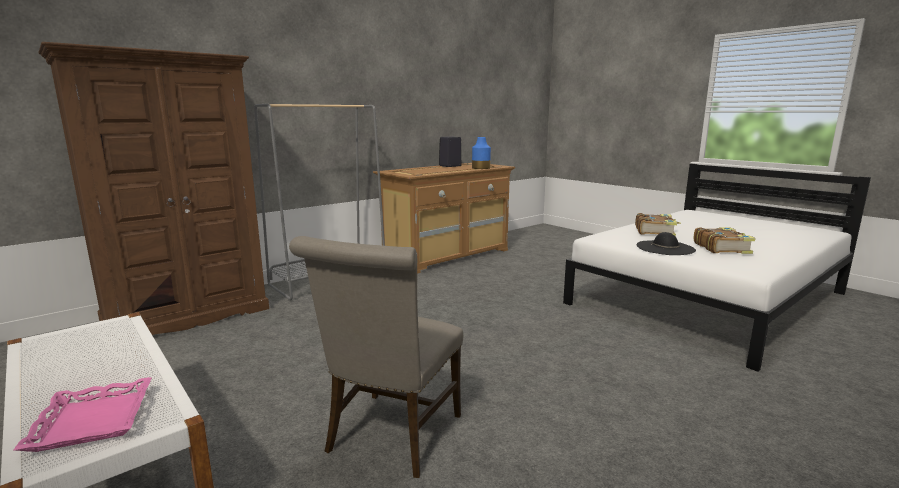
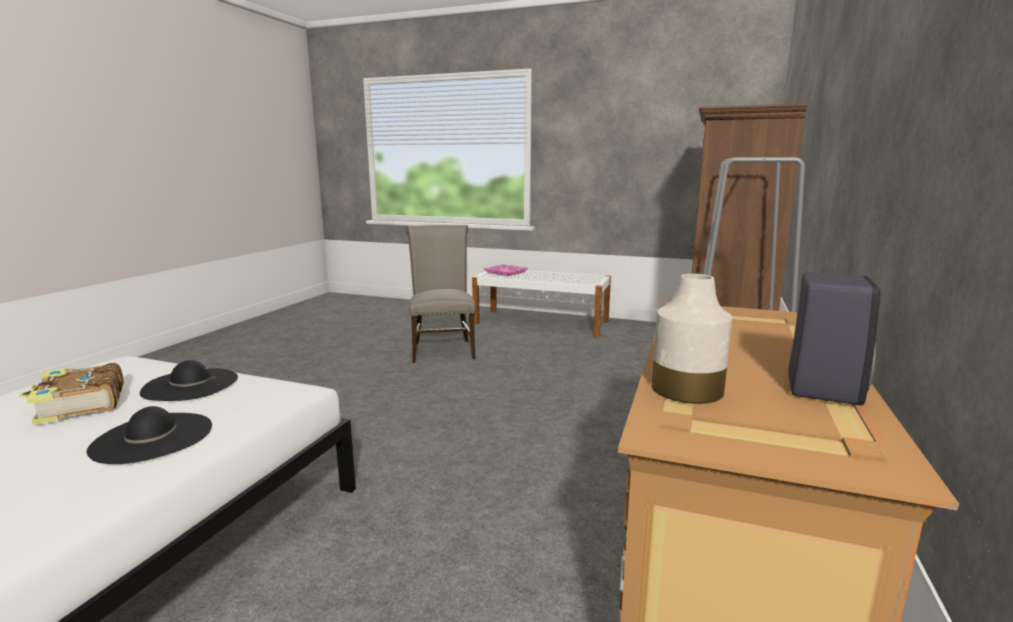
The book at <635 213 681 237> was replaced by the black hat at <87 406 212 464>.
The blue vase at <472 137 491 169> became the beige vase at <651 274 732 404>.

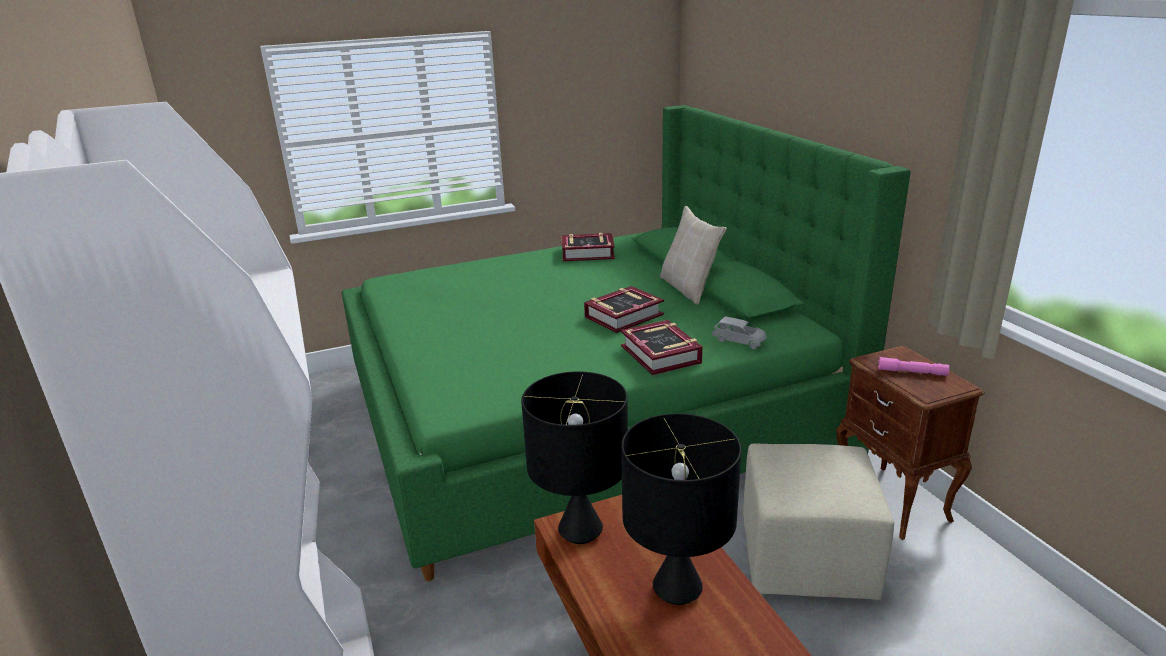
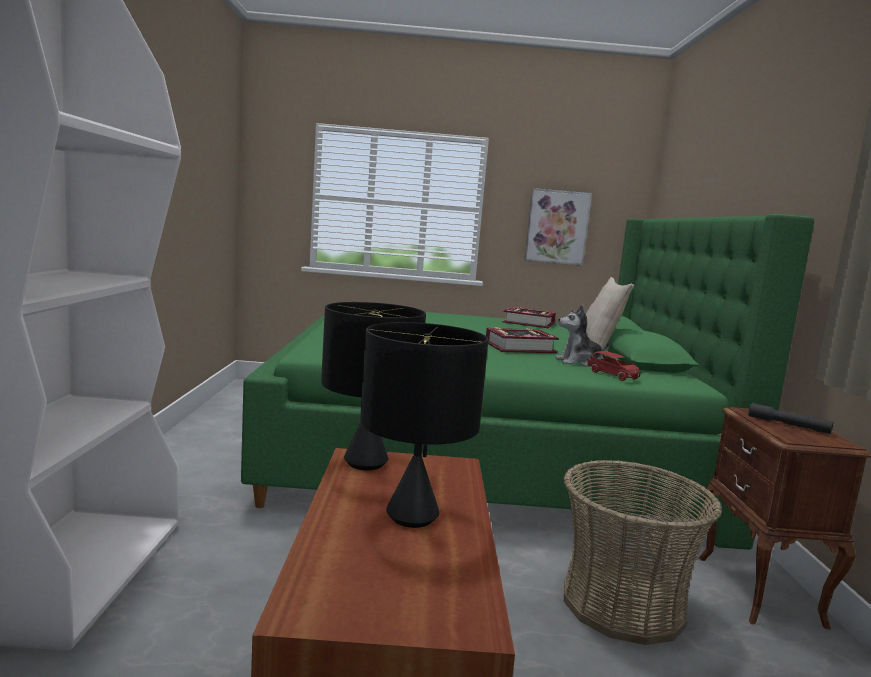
The picture at <524 188 592 266> appeared.
The plush toy at <555 305 610 366> appeared.
The beige ottoman at <743 444 894 600> was replaced by the basket at <563 460 722 645>.
The grey toy car at <712 316 767 349> became the red toy car at <587 351 640 381>.
The pink flashlight at <878 357 949 376> became the grey flashlight at <748 403 833 434>.
The book at <621 320 703 375> disappeared.

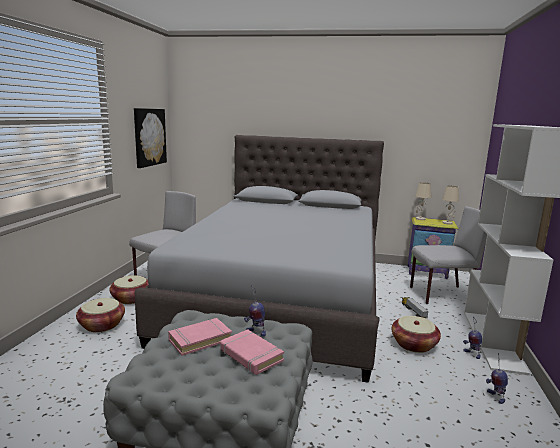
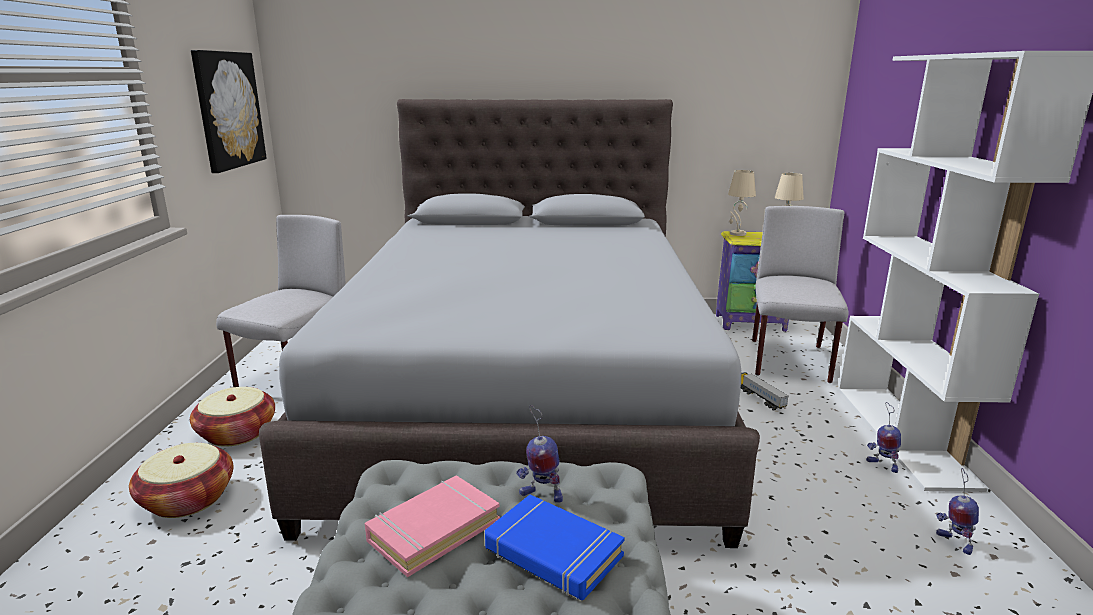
The pink book at <220 329 284 375> became the blue book at <485 495 625 600>.
The grey chair at <410 206 487 304> turned 60 degrees counterclockwise.
The basket at <391 316 441 353> disappeared.

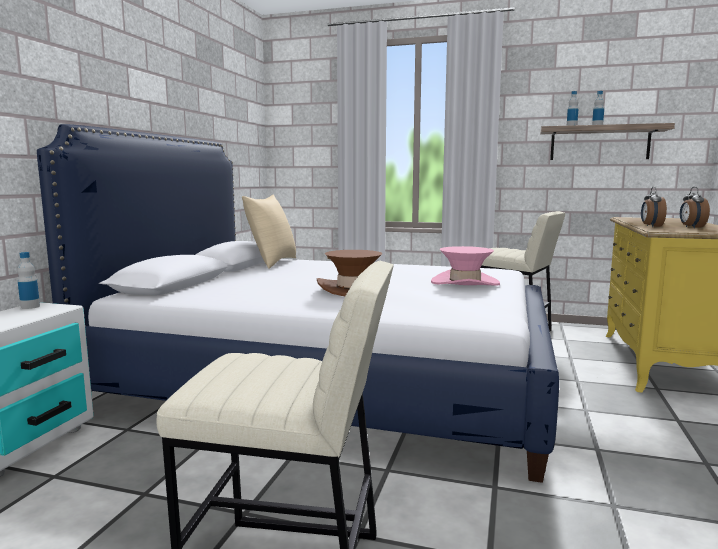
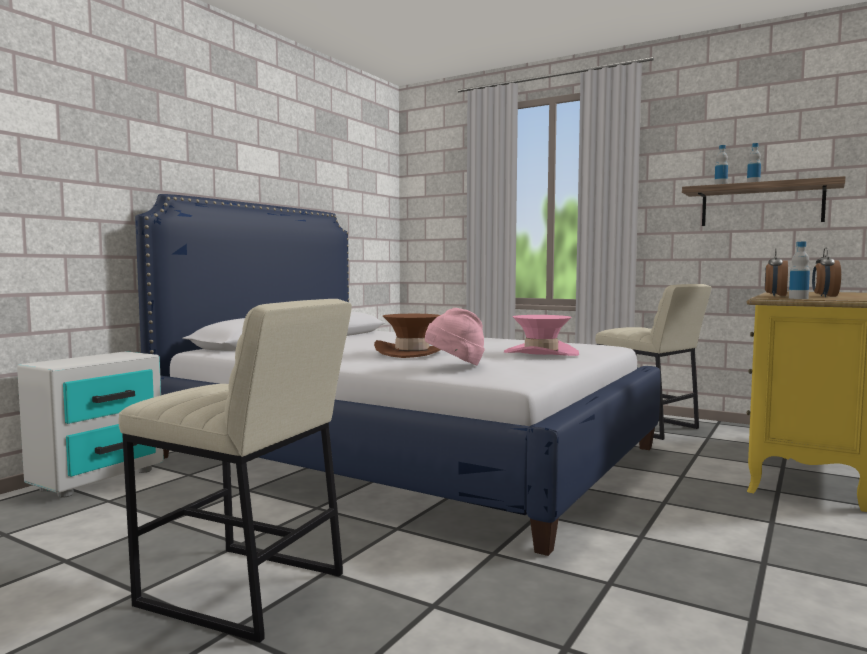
The pink hat at <425 308 485 366> appeared.
The bottle moved from <17 252 40 309> to <789 242 810 299>.
The beige pillow at <242 195 296 269> disappeared.

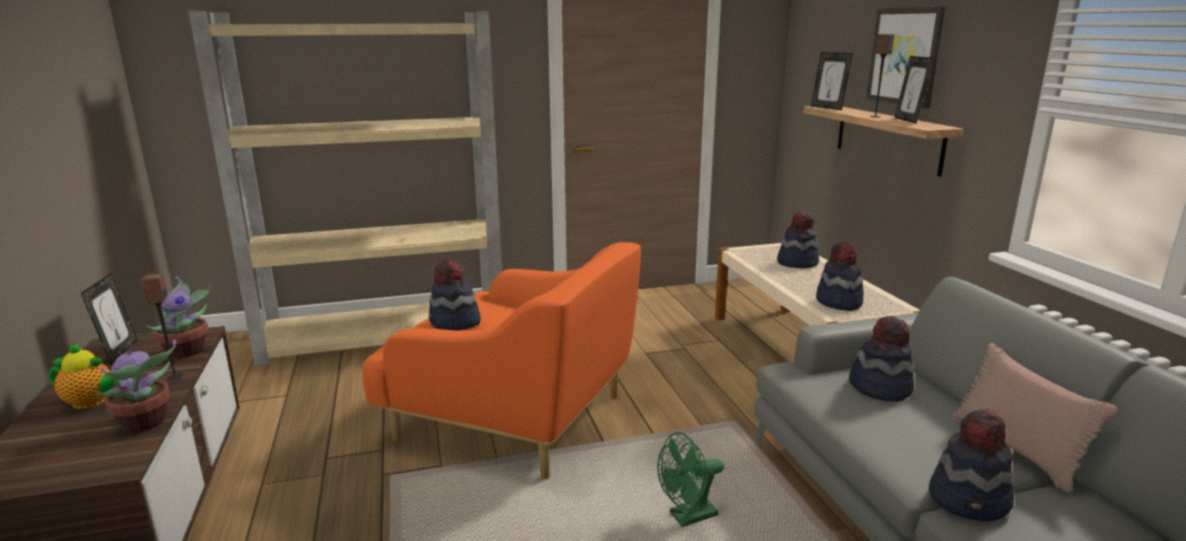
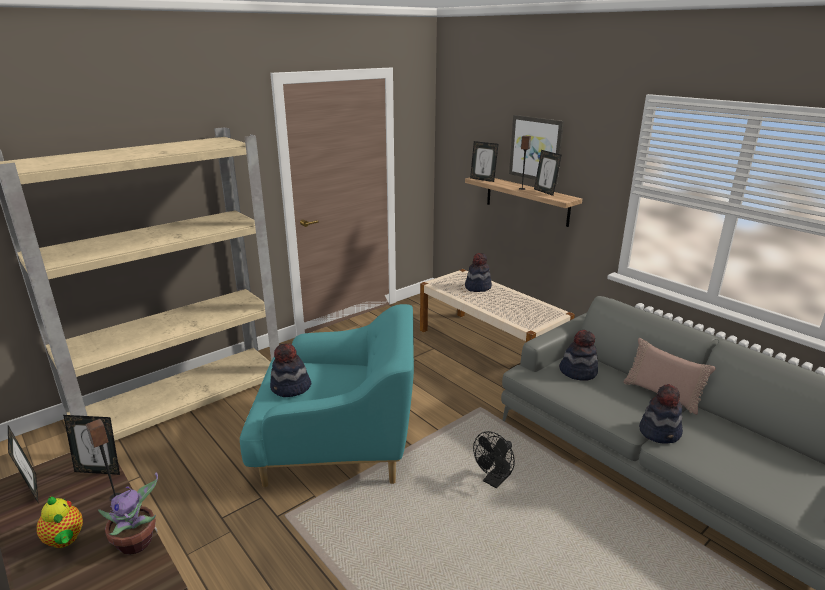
The teapot at <49 342 117 409> turned 75 degrees clockwise.
The potted plant at <146 276 212 358> was replaced by the picture frame at <63 415 120 475>.
The orange armchair at <362 242 641 479> became the turquoise armchair at <240 304 414 488>.
The green fan at <657 432 724 527> became the black fan at <473 431 515 489>.
The hat at <816 242 864 311> disappeared.

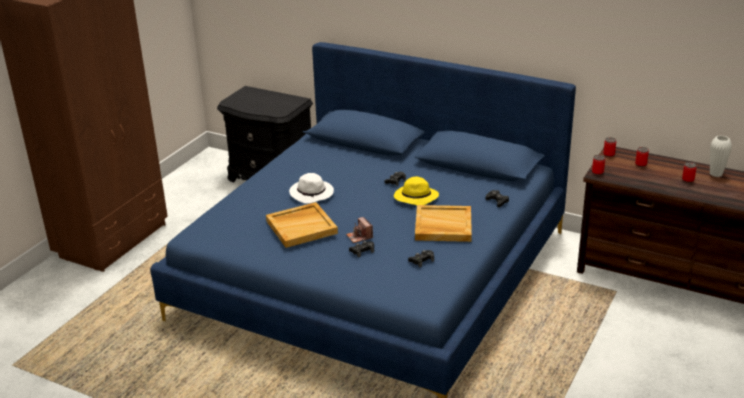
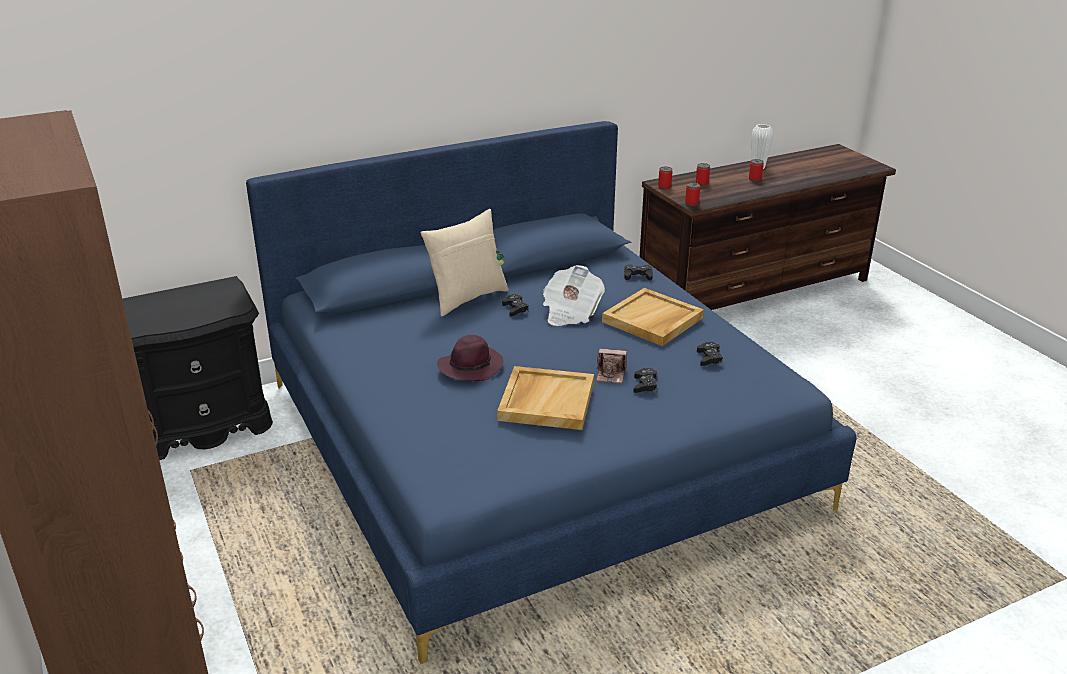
The beige pillow at <421 209 509 316> appeared.
The white hat at <289 173 334 204> became the purple hat at <437 335 504 381>.
The yellow hat at <394 177 439 205> was replaced by the newspaper at <543 265 605 326>.

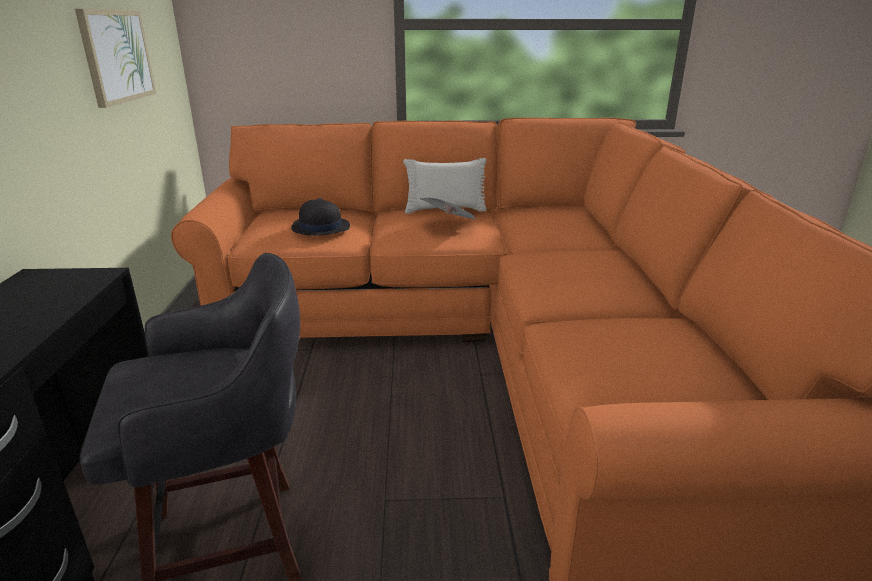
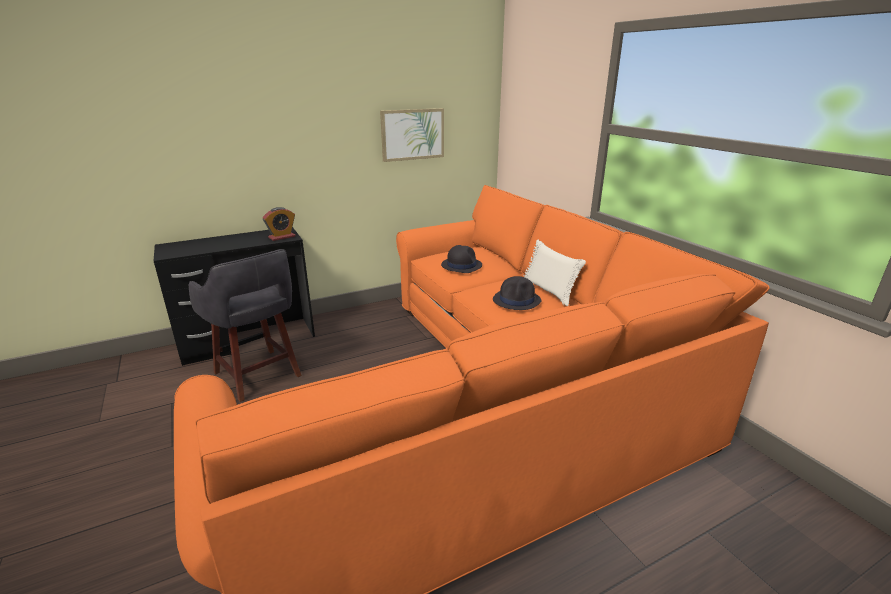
The alarm clock at <263 207 295 241> appeared.
The newspaper at <420 198 476 219> was replaced by the black hat at <493 276 542 310>.

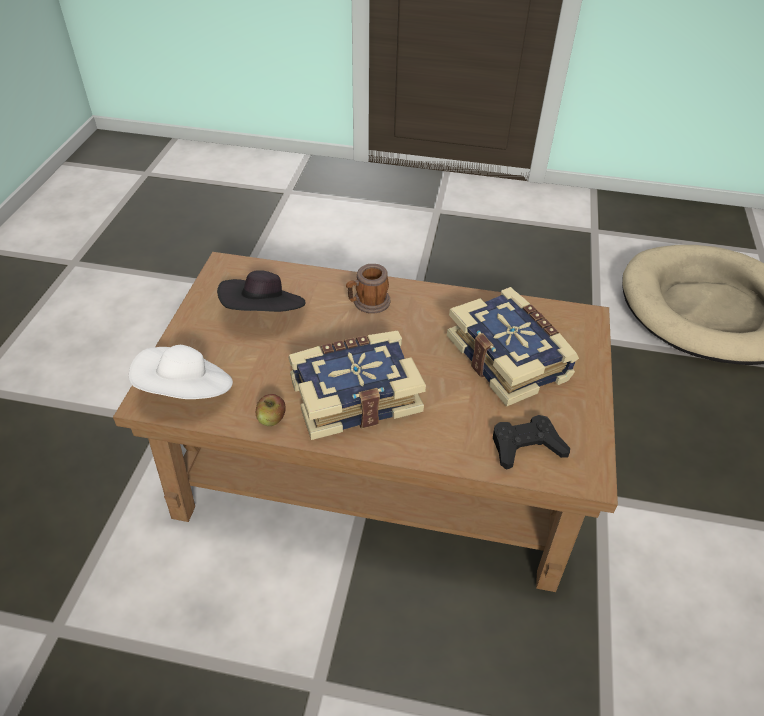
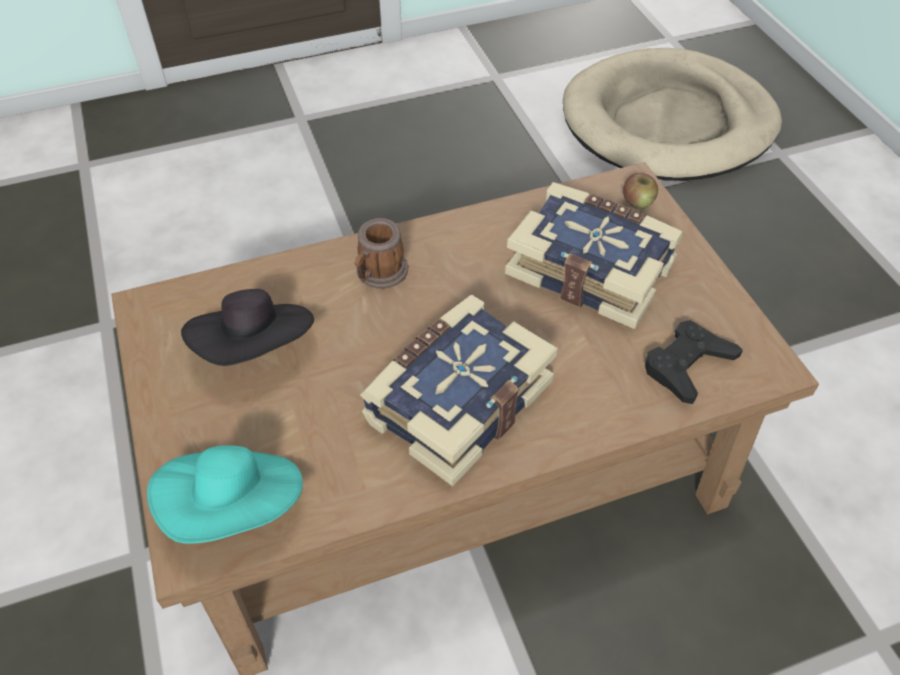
The white hat at <129 345 233 399> became the turquoise hat at <147 445 303 544>.
The apple moved from <256 394 286 426> to <623 173 658 209>.

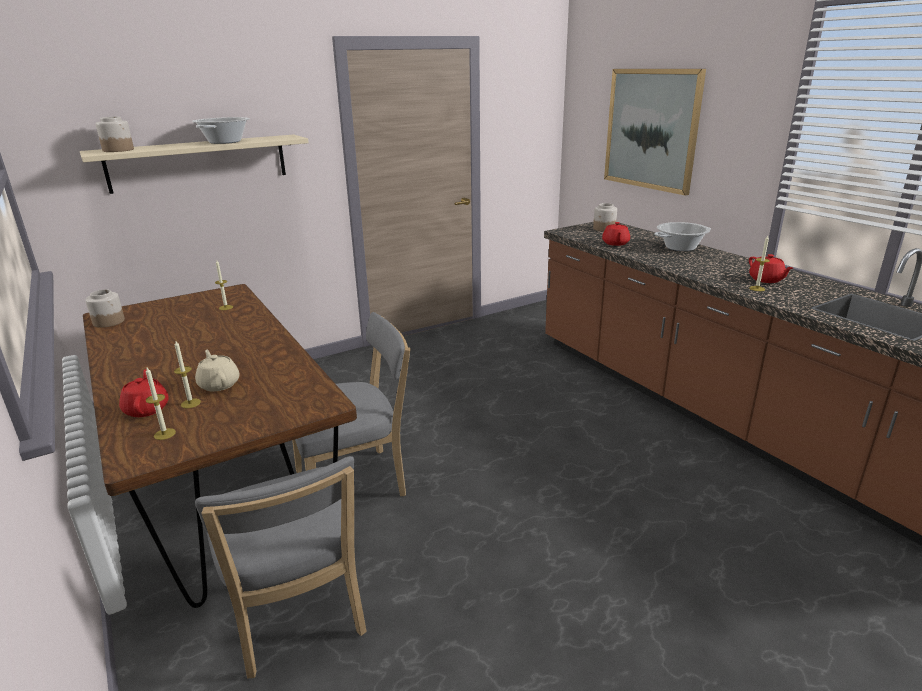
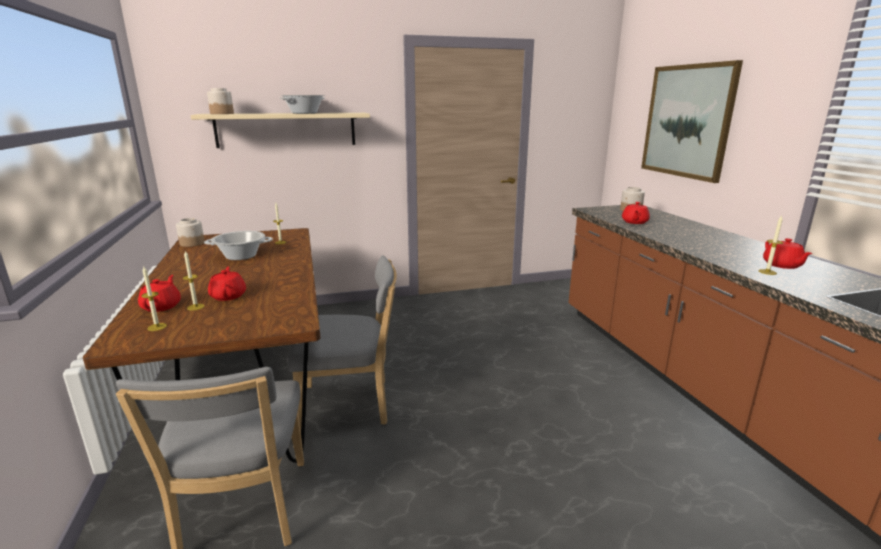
The cooking pot moved from <655 222 711 251> to <204 231 273 260>.
The beige teapot at <195 350 240 391> became the red teapot at <208 267 246 301>.

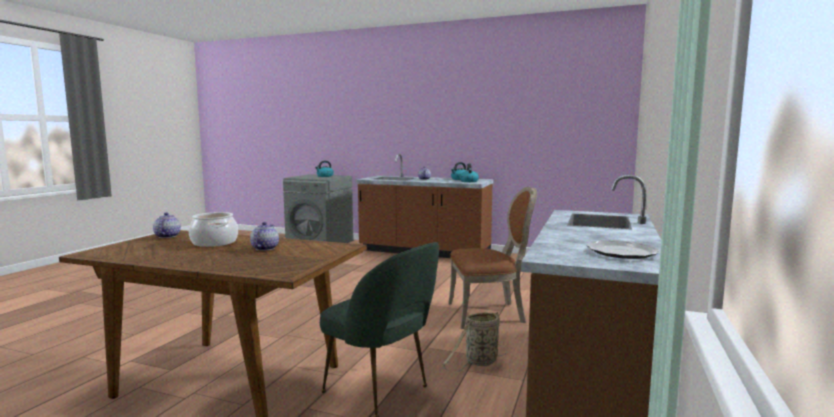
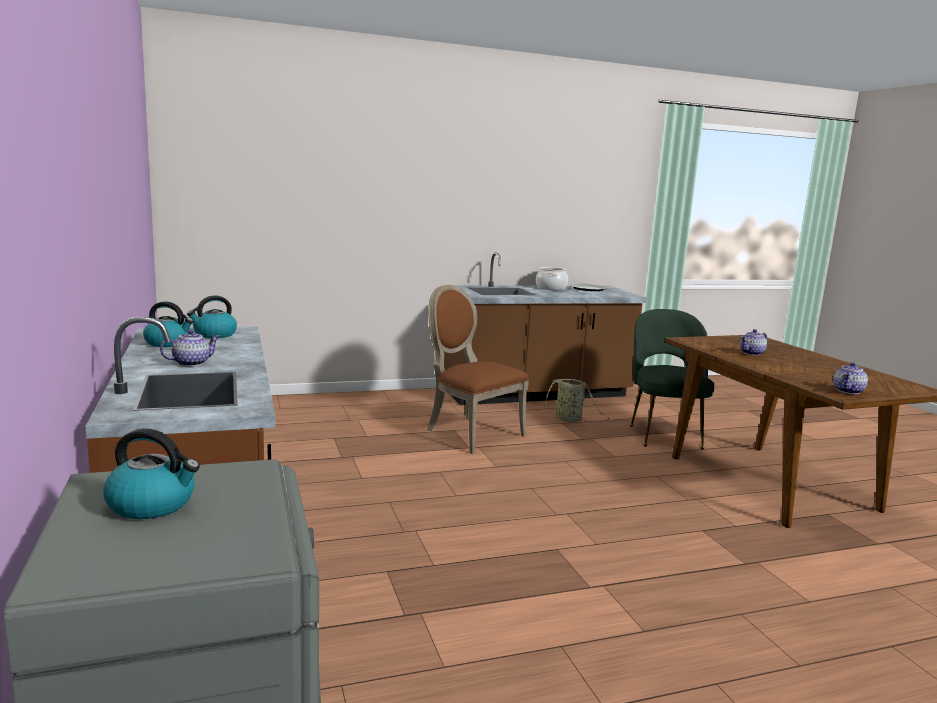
The cooking pot moved from <189 212 238 247> to <536 267 568 290>.

